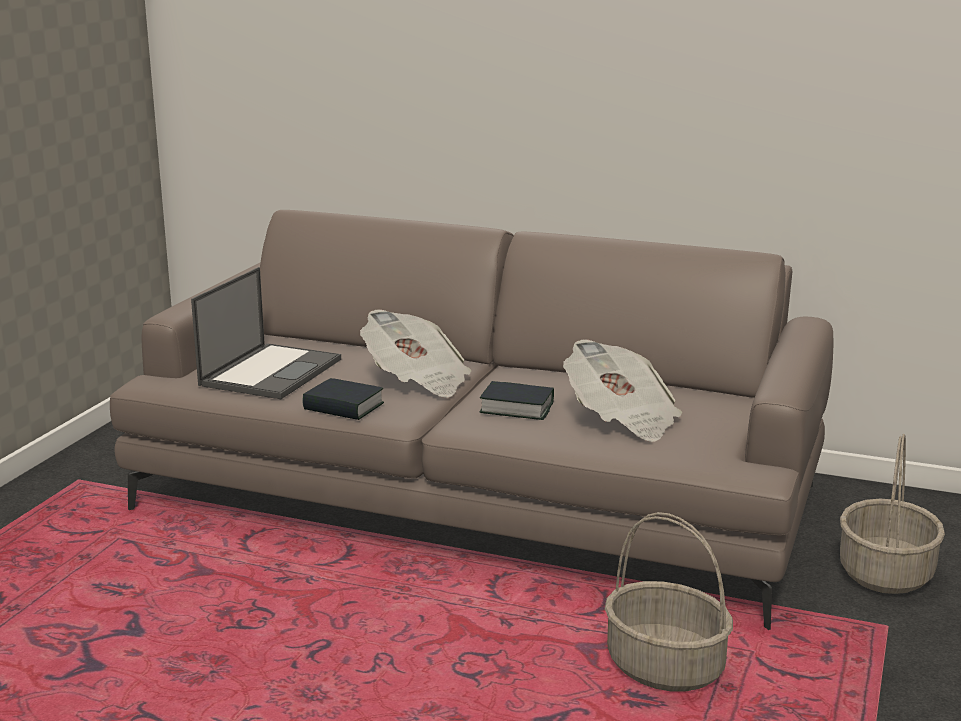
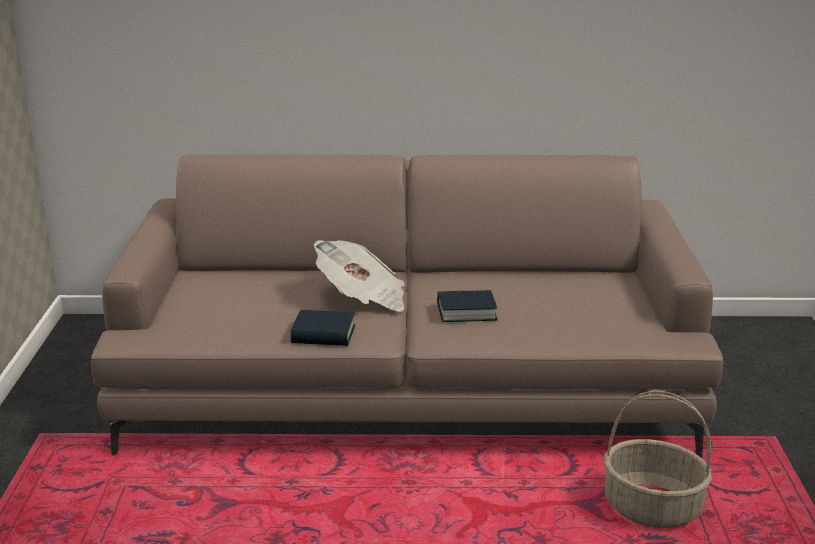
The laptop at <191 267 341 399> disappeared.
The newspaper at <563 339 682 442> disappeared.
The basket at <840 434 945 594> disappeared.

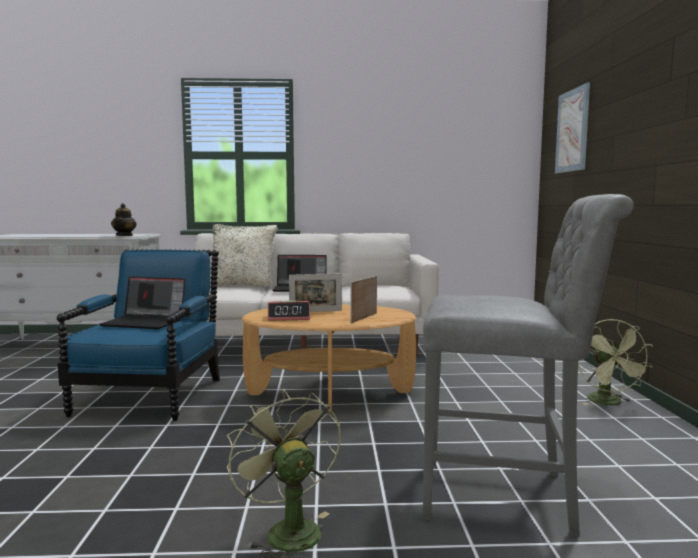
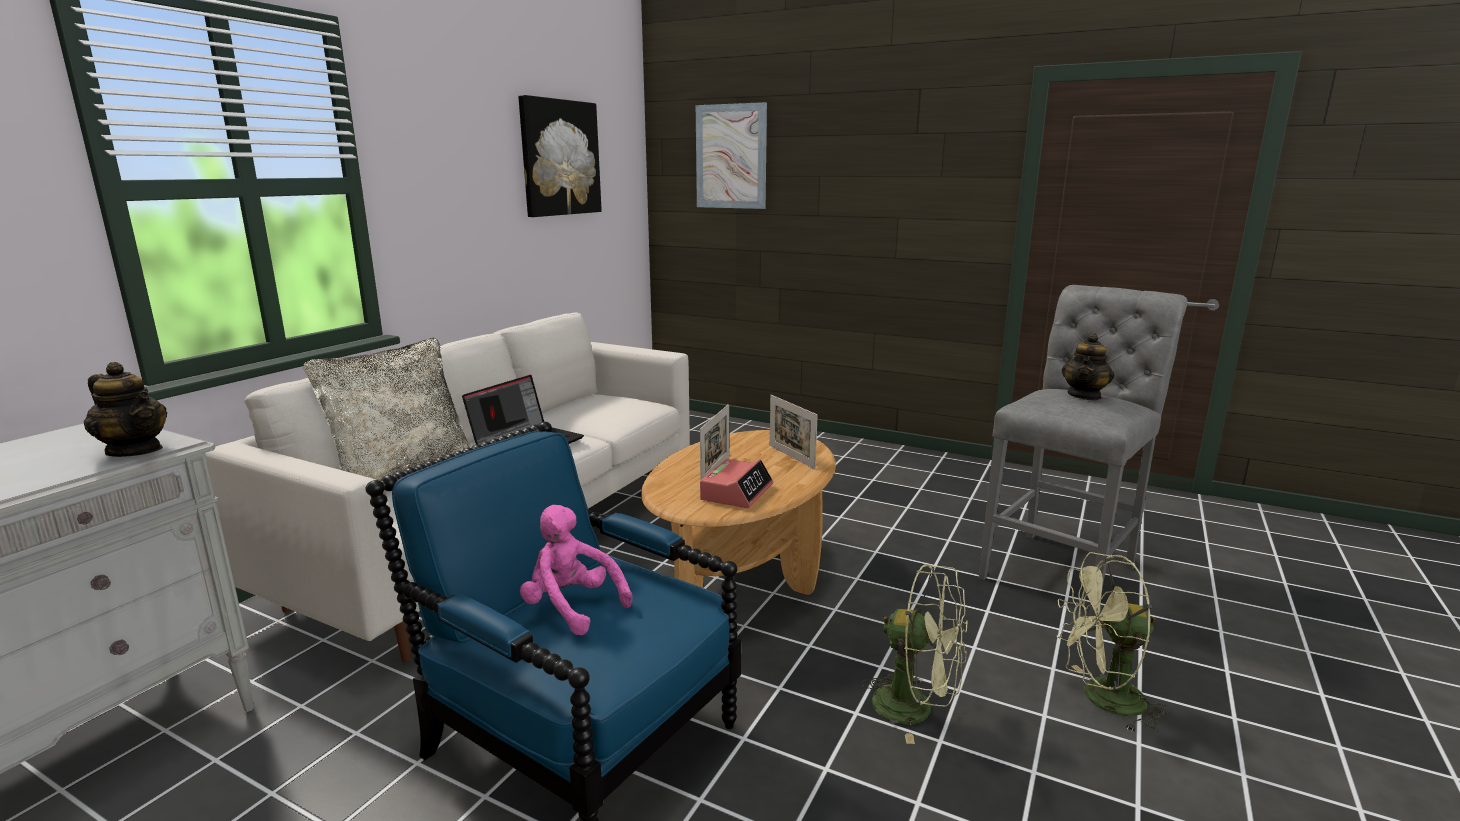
The picture at <518 95 602 217> appeared.
The laptop at <99 277 185 329> was replaced by the pink plush toy at <520 505 632 635>.
The green fan moved from <578 319 653 405> to <861 564 968 744>.
The teapot at <1062 333 1114 400> appeared.

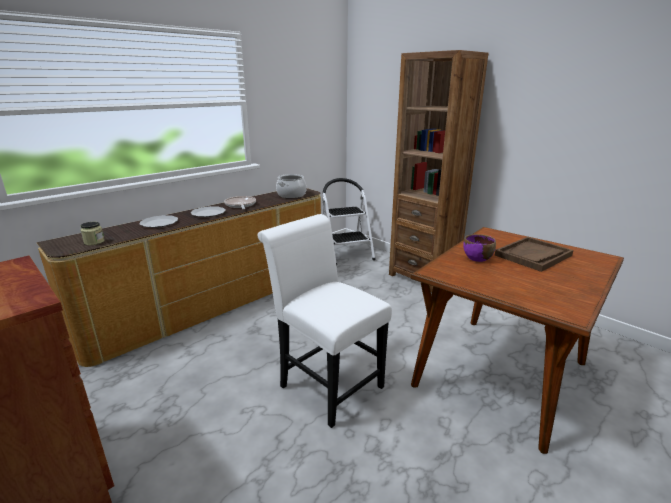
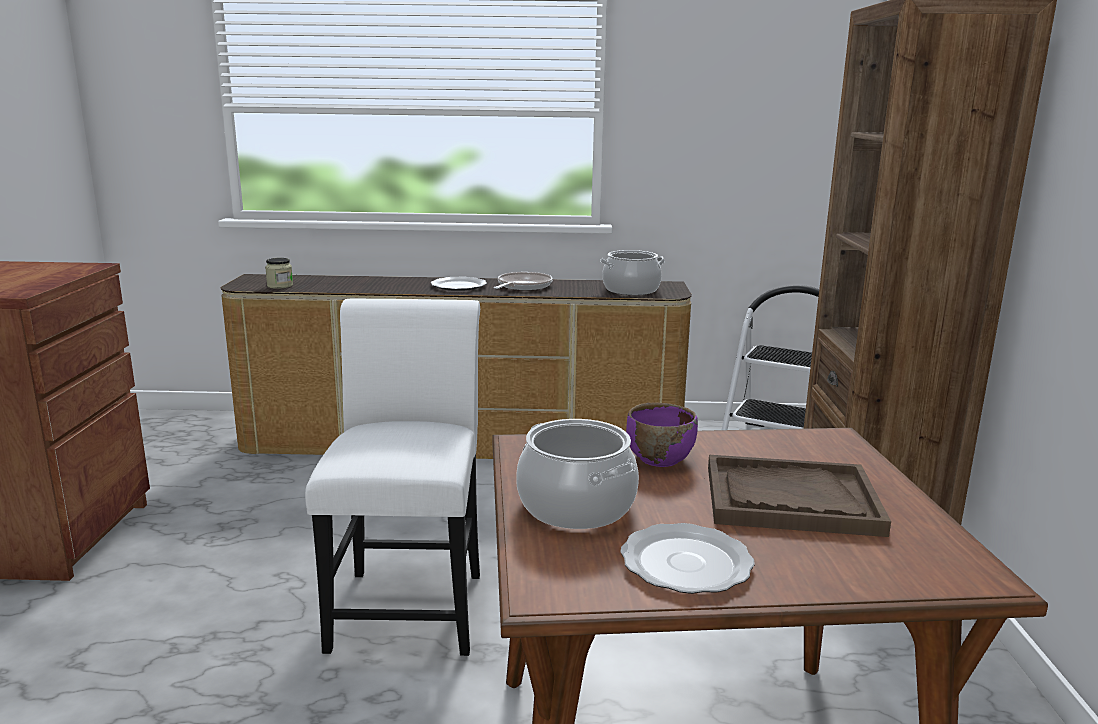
The cooking pot at <516 419 639 529> appeared.
The plate moved from <140 215 178 228> to <620 523 755 594>.

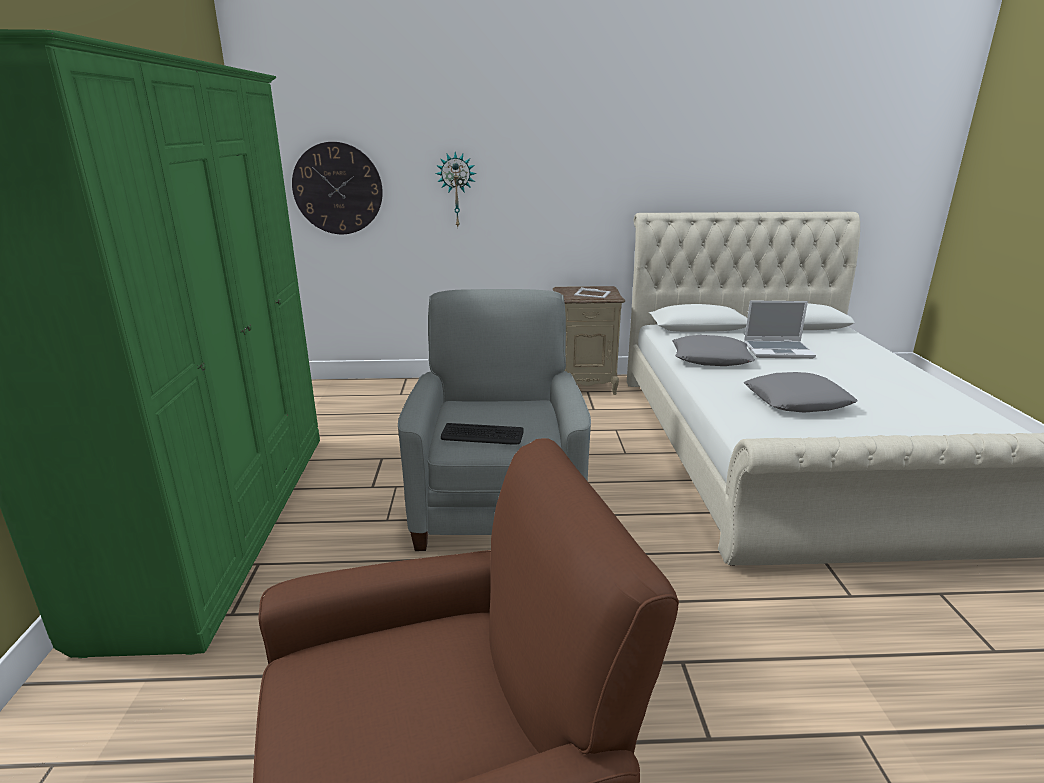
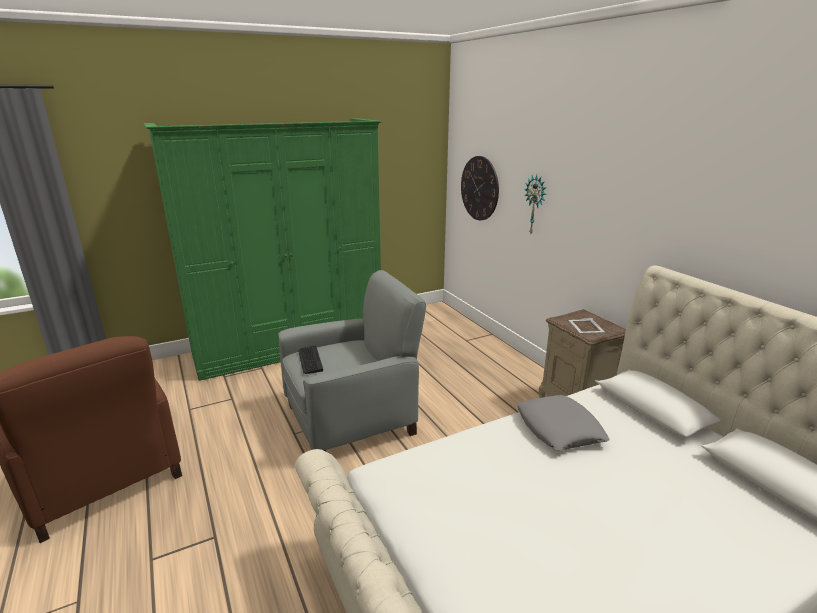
The laptop at <744 300 816 359> disappeared.
The grey pillow at <744 372 858 412> disappeared.

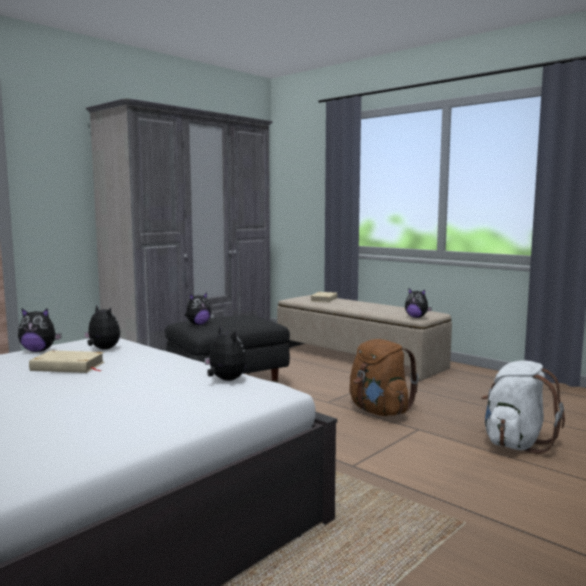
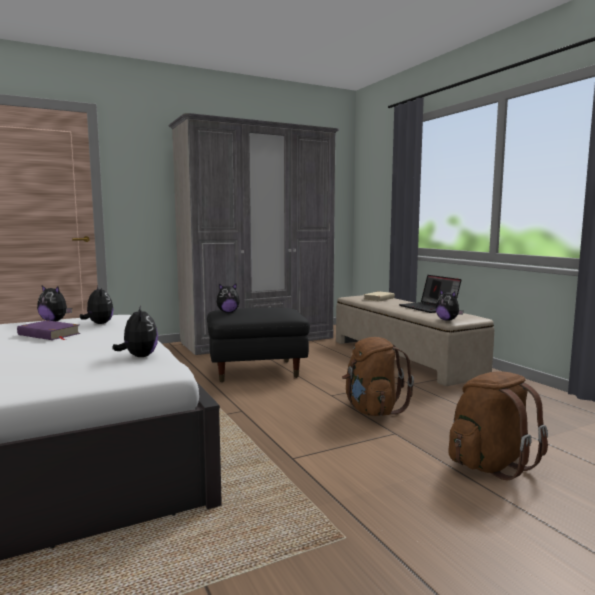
The beige book at <29 350 105 373> became the purple book at <17 320 81 340>.
The laptop at <399 275 461 313> appeared.
The white backpack at <481 361 565 454> became the brown backpack at <448 372 548 480>.

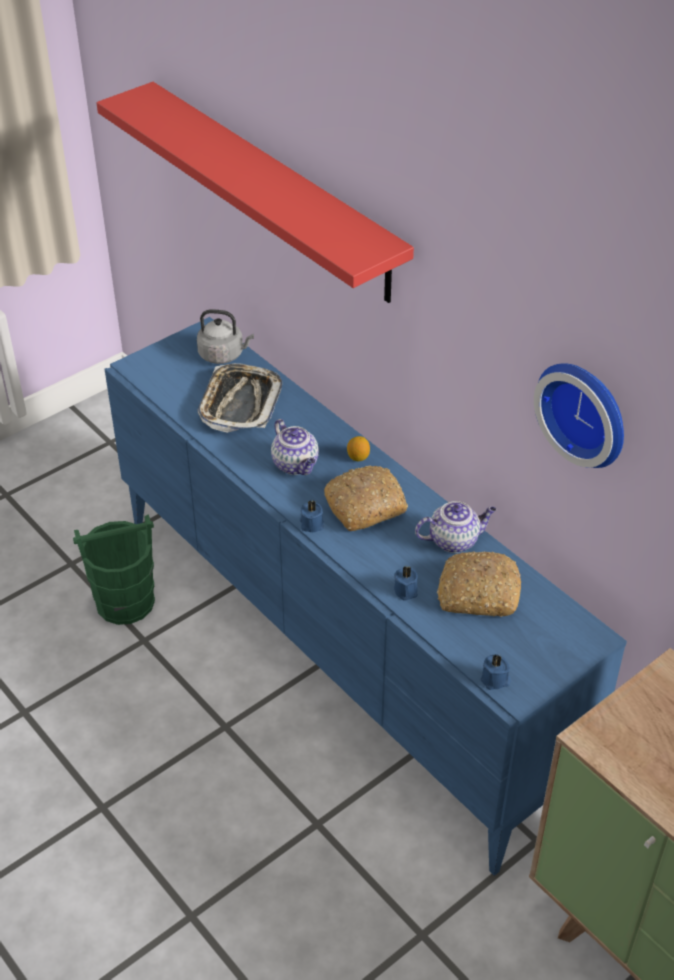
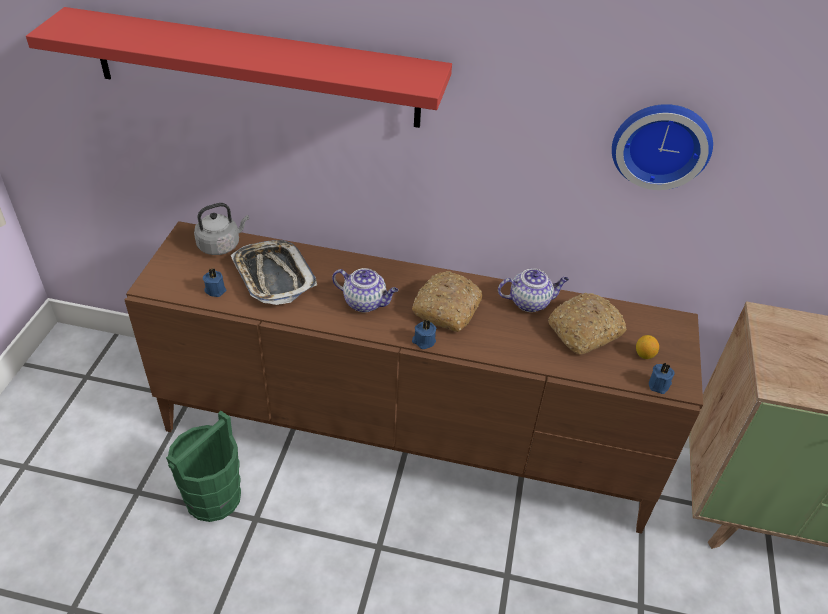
The blue cabinet at <105 317 627 876> became the brown cabinet at <124 221 703 534>.
The blue candle moved from <394 566 418 601> to <203 268 226 297>.
The teapot at <415 501 496 553> turned 45 degrees clockwise.
The lemon moved from <347 436 370 461> to <636 335 659 359>.

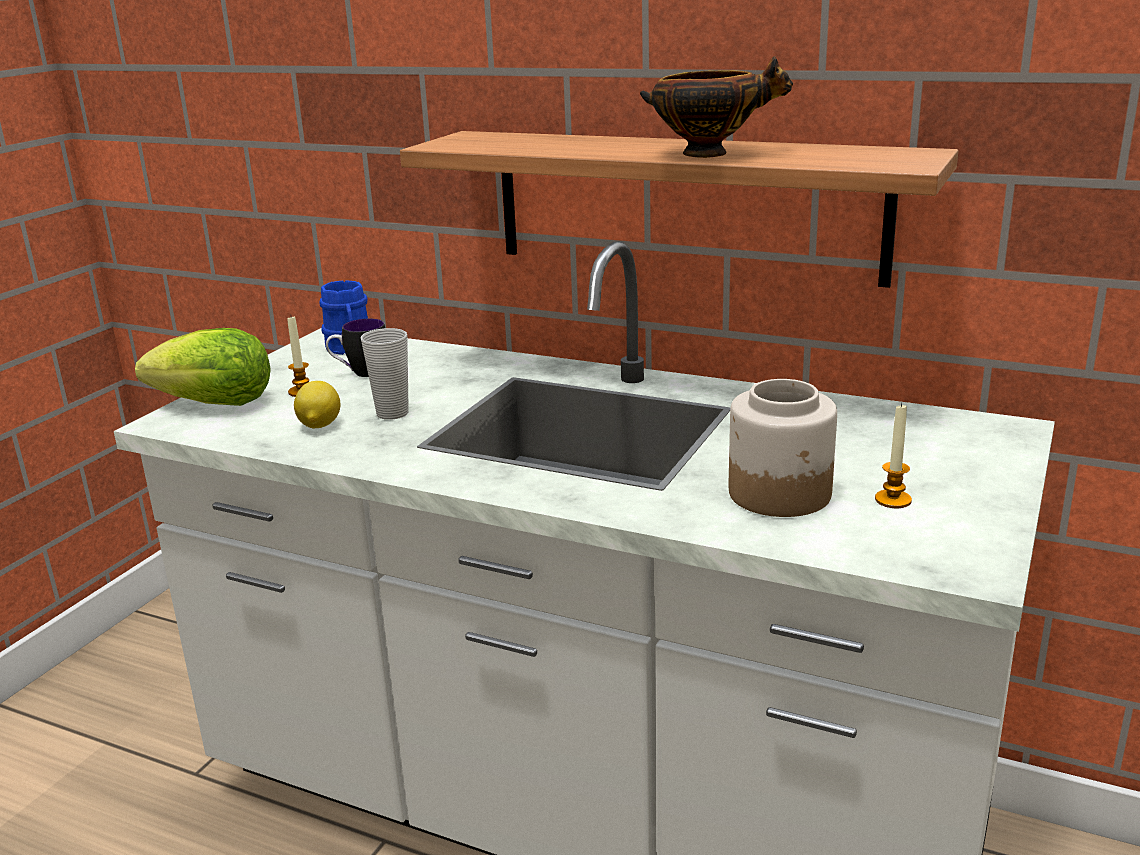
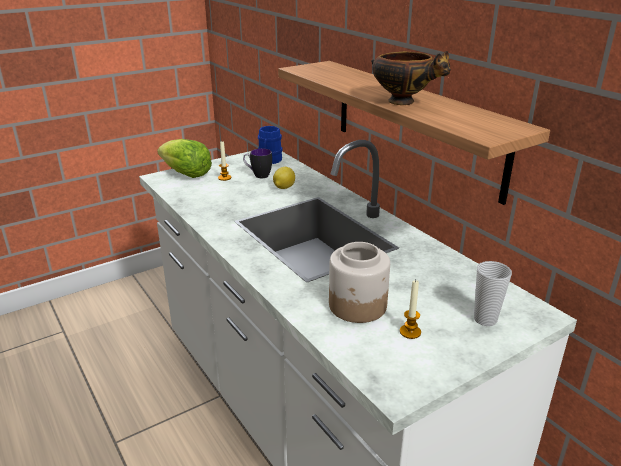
The lemon moved from <294 381 341 428> to <273 167 295 189>.
The cup moved from <361 328 409 420> to <474 261 512 326>.

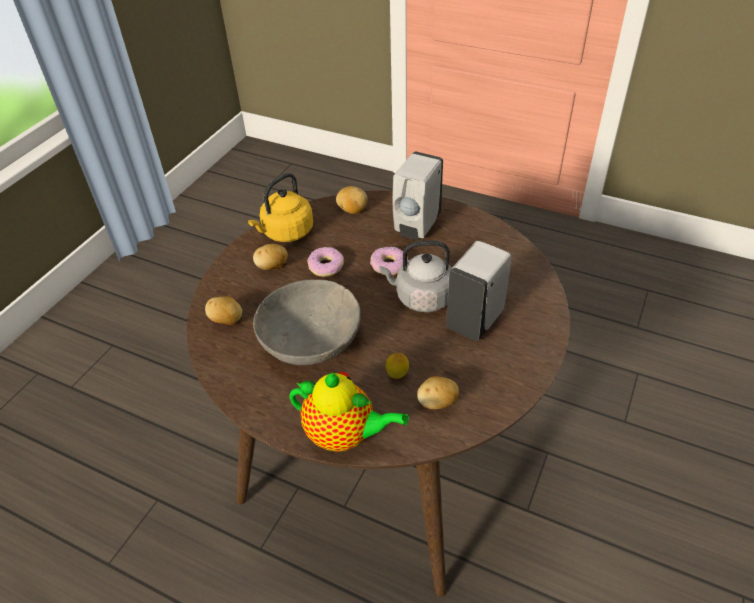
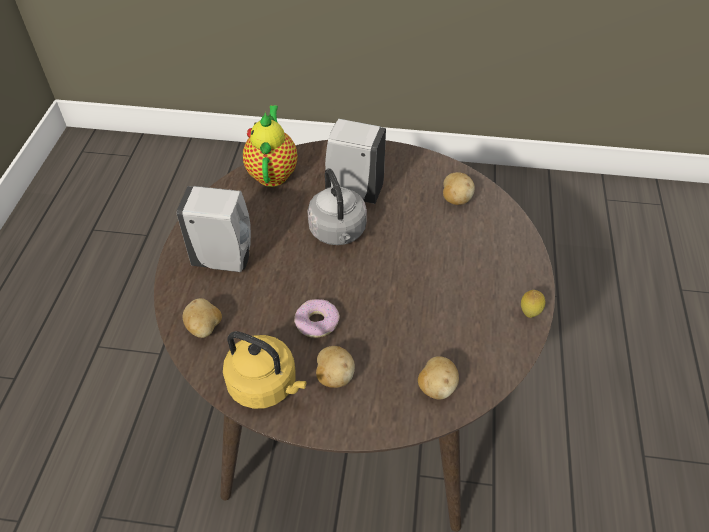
The teapot moved from <289 372 409 452> to <243 105 298 187>.
The lemon moved from <386 353 409 379> to <521 290 545 318>.
The grey bowl at <253 279 361 365> disappeared.
The donut at <370 247 408 275> disappeared.

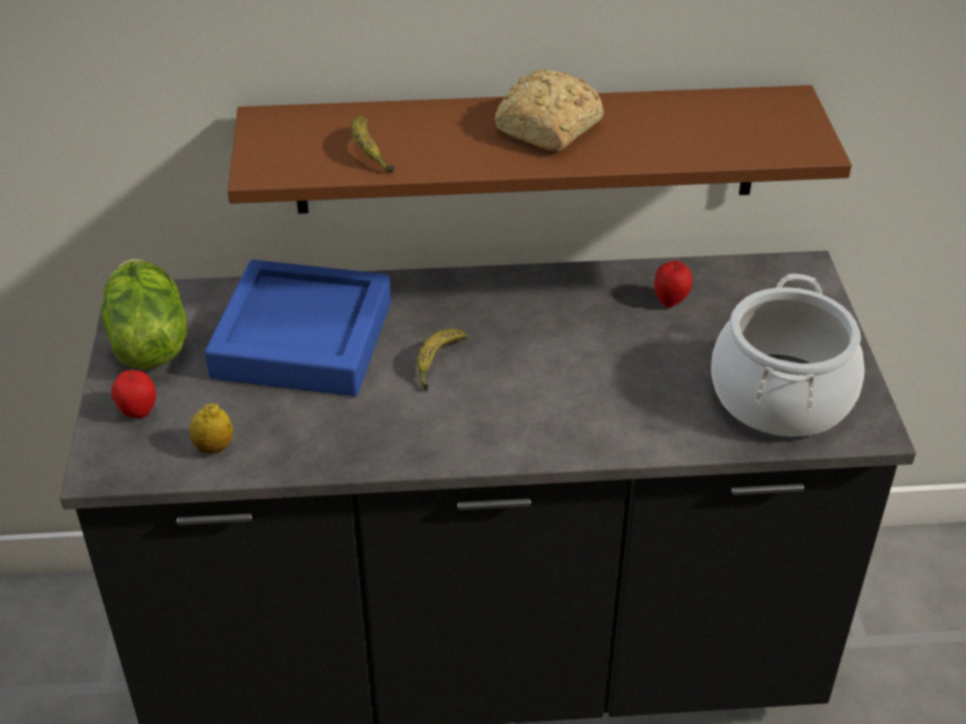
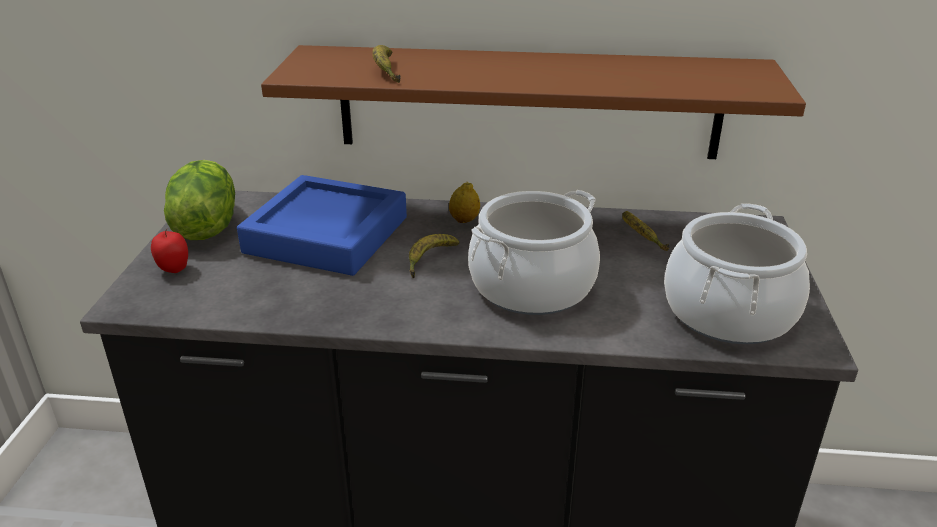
The lemon moved from <190 403 233 454> to <449 182 480 223>.
The cooking pot at <468 190 600 315> appeared.
The apple at <654 261 692 308> was replaced by the banana at <622 211 669 251>.
The bread at <494 69 604 151> disappeared.

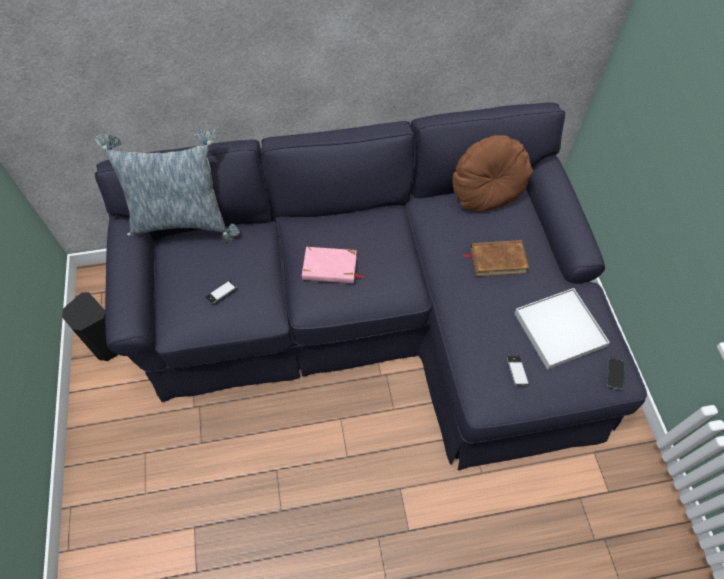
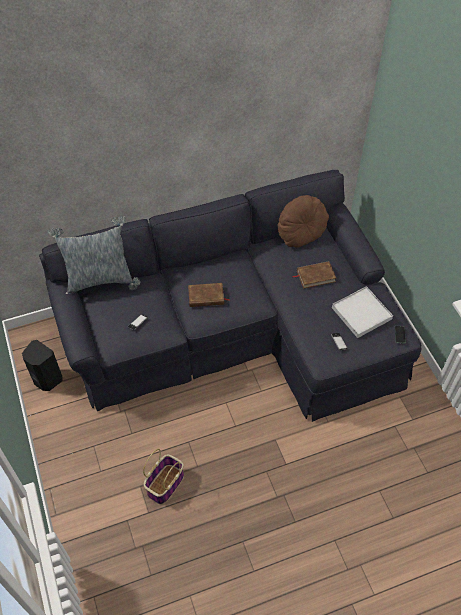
The basket at <143 449 184 504> appeared.
The pink book at <302 247 364 284> became the brown book at <188 283 230 307>.

